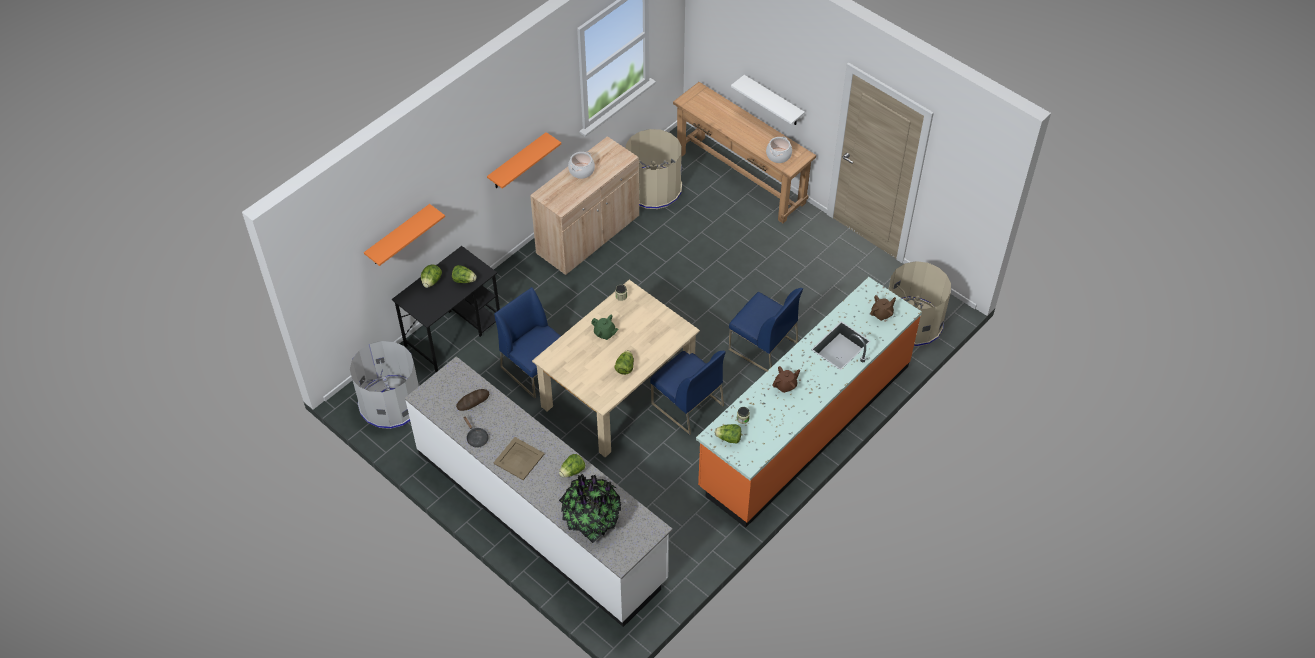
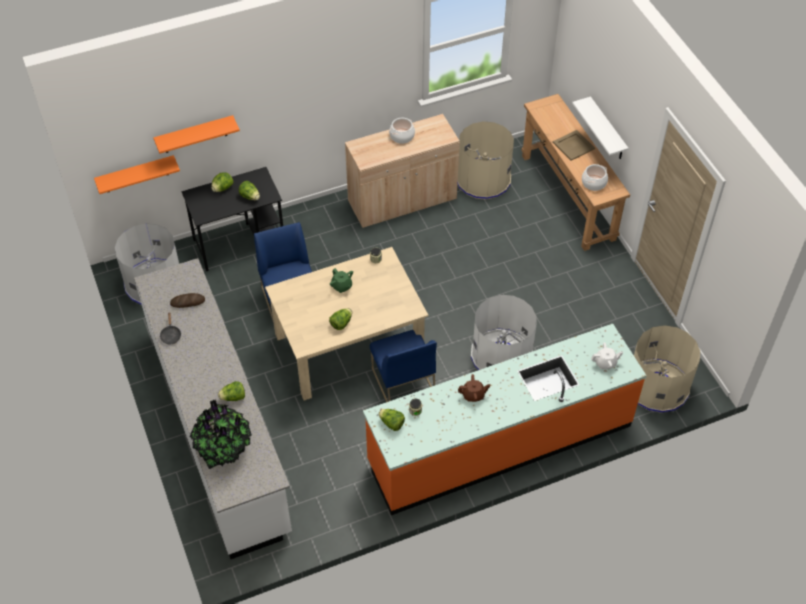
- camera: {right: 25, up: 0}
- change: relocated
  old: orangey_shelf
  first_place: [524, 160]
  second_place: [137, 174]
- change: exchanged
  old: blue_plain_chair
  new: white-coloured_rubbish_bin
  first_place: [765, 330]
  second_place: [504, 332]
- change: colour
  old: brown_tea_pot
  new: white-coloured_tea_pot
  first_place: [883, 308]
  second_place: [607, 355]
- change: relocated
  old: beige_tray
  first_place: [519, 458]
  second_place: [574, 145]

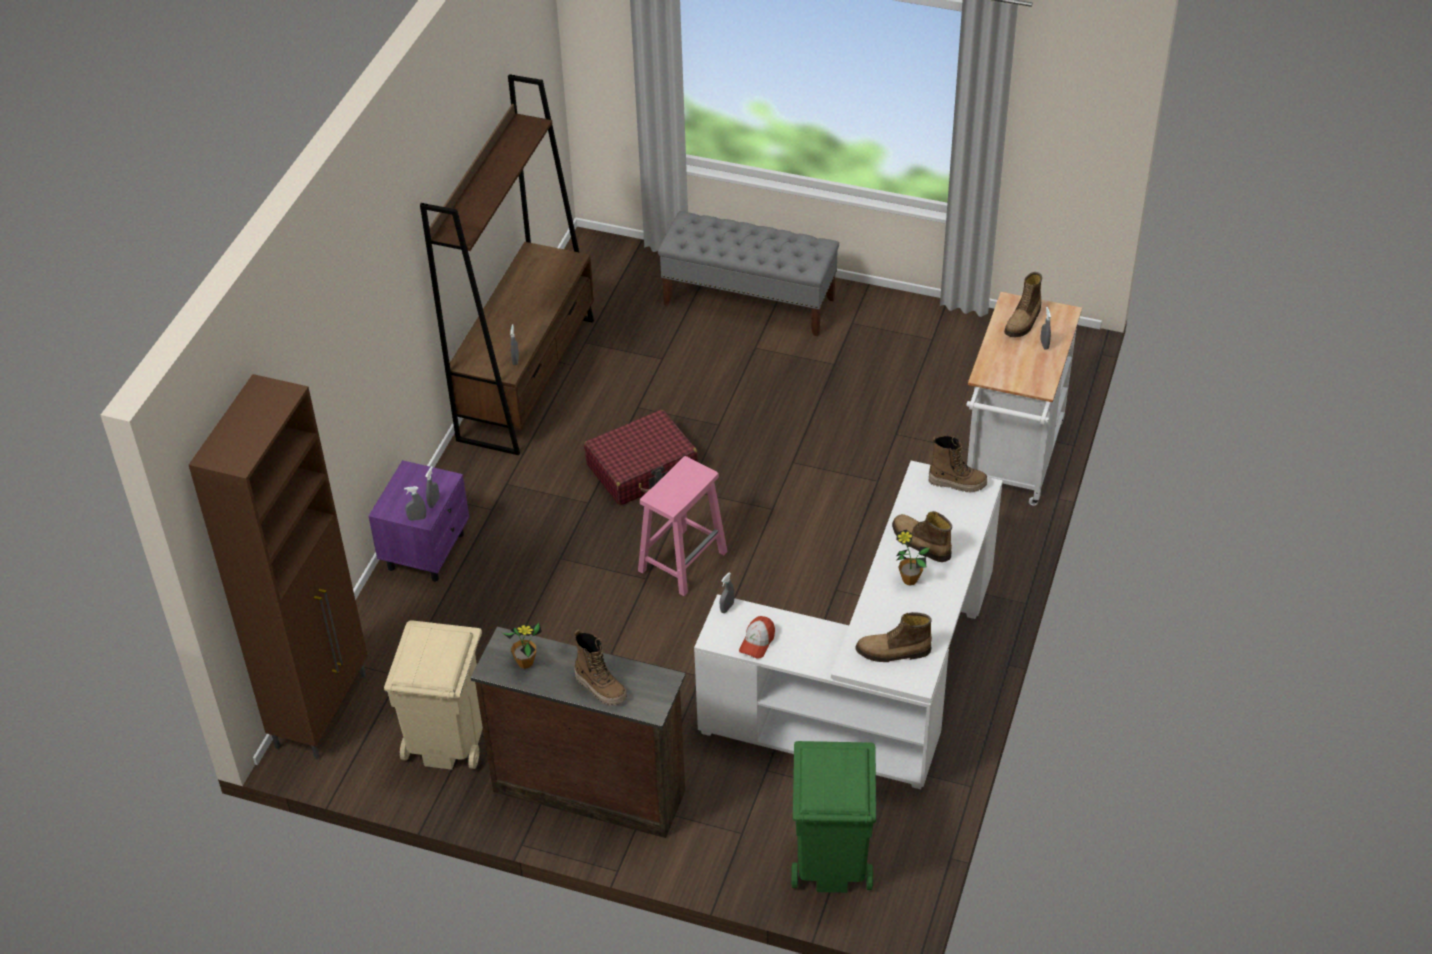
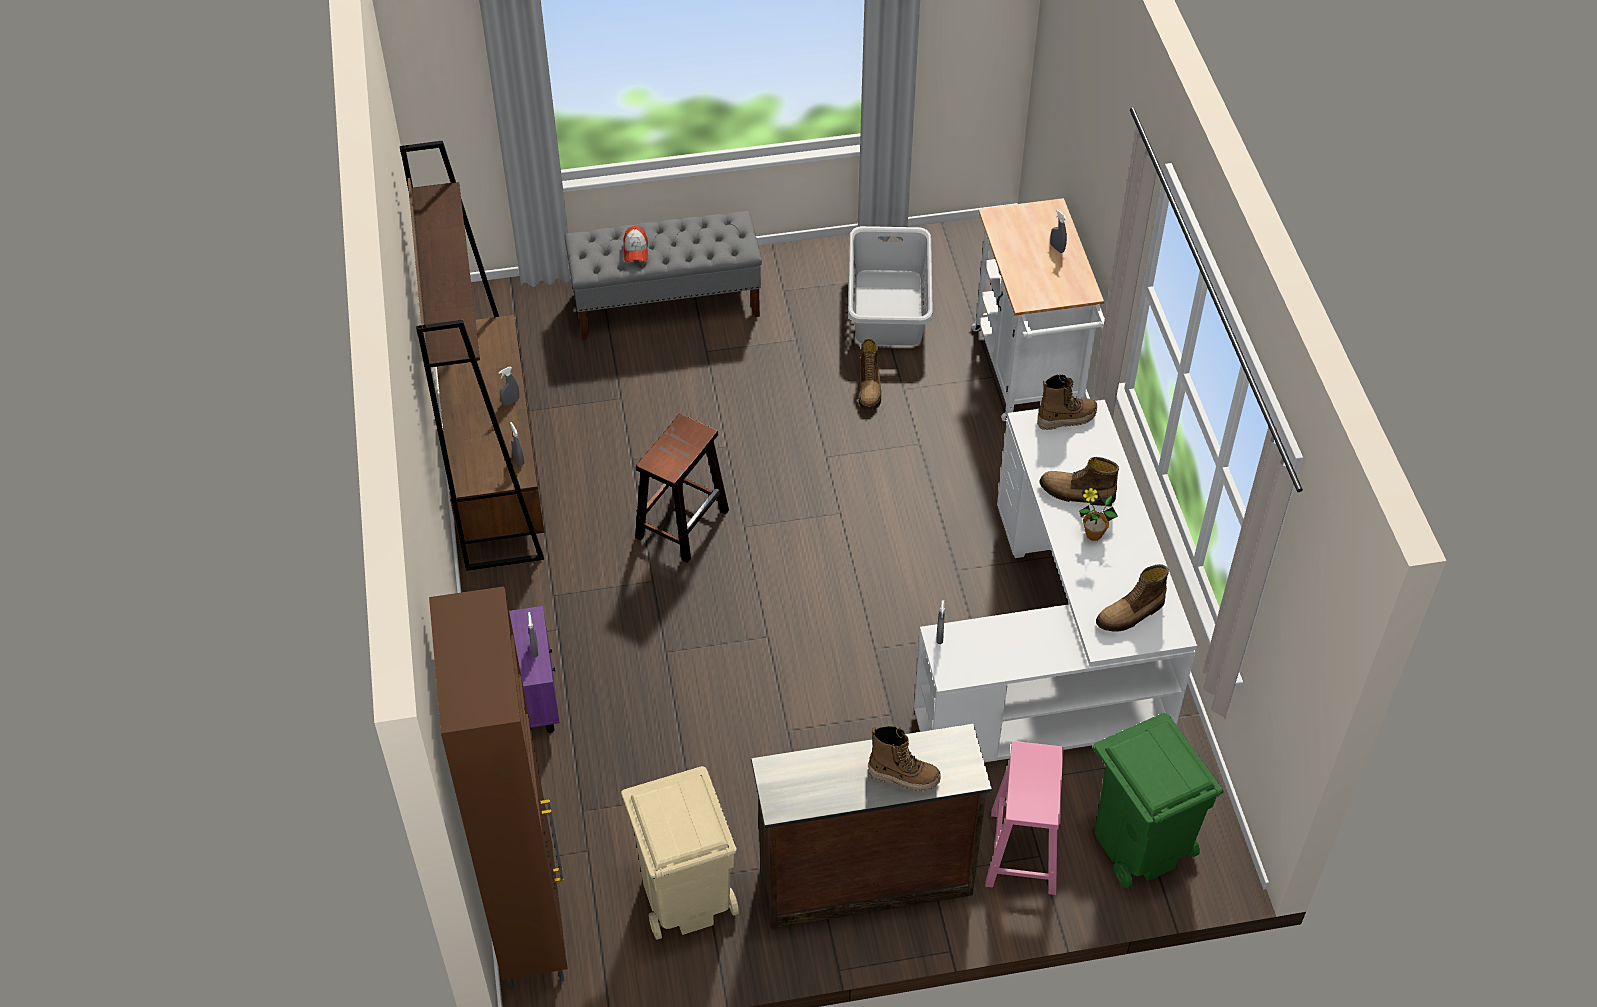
- camera: {right: -30, up: 5}
- change: relocated
  old: tall_boot
  first_place: [1023, 304]
  second_place: [870, 374]
- change: exchanged
  old: red_travel_case
  new: brown_sitting_stool
  first_place: [641, 457]
  second_place: [682, 488]
- change: relocated
  old: pinkish_sitting_stool
  first_place: [683, 526]
  second_place: [1024, 818]
- change: relocated
  old: greyish_hand_sprayer
  first_place: [415, 503]
  second_place: [508, 386]
- change: relocated
  old: peaked_cap
  first_place: [757, 637]
  second_place: [635, 244]
- change: missing
  old: plant_in_a_pot
  first_place: [522, 646]
- change: appeared
  new: greyish_washing_basket
  second_place: [890, 285]

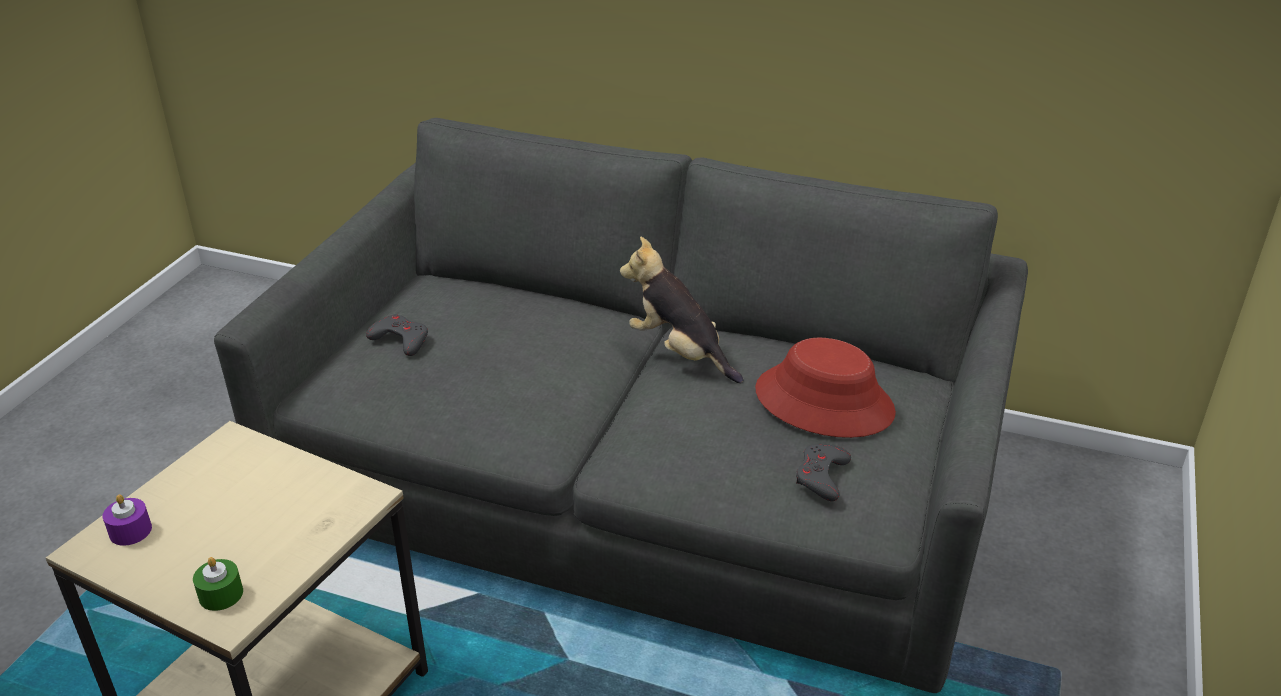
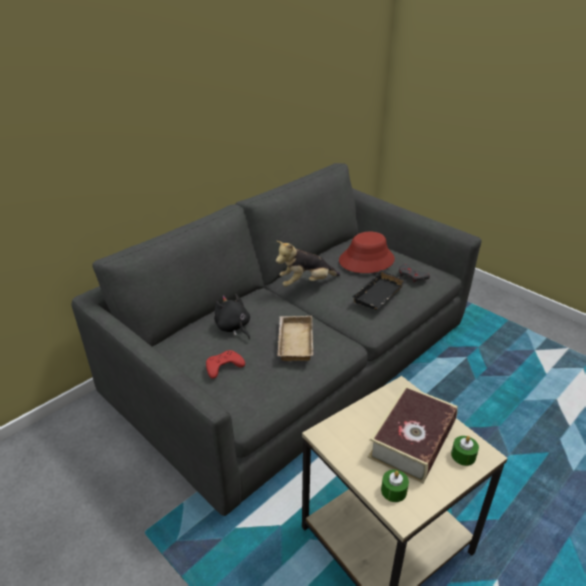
- camera: {right: -65, up: 0}
- change: colour
  old: greyish_joypad
  new: red_joypad
  first_place: [397, 335]
  second_place: [225, 364]
- change: colour
  old: purplish_wax_light
  new: green-coloured_wax_light
  first_place: [127, 520]
  second_place: [395, 486]
- change: appeared
  new: black-coloured_tray
  second_place: [379, 290]
- change: appeared
  new: black-coloured_plush_toy
  second_place: [232, 316]
- change: appeared
  new: beige_tray
  second_place: [295, 338]
- change: appeared
  new: book
  second_place: [413, 434]

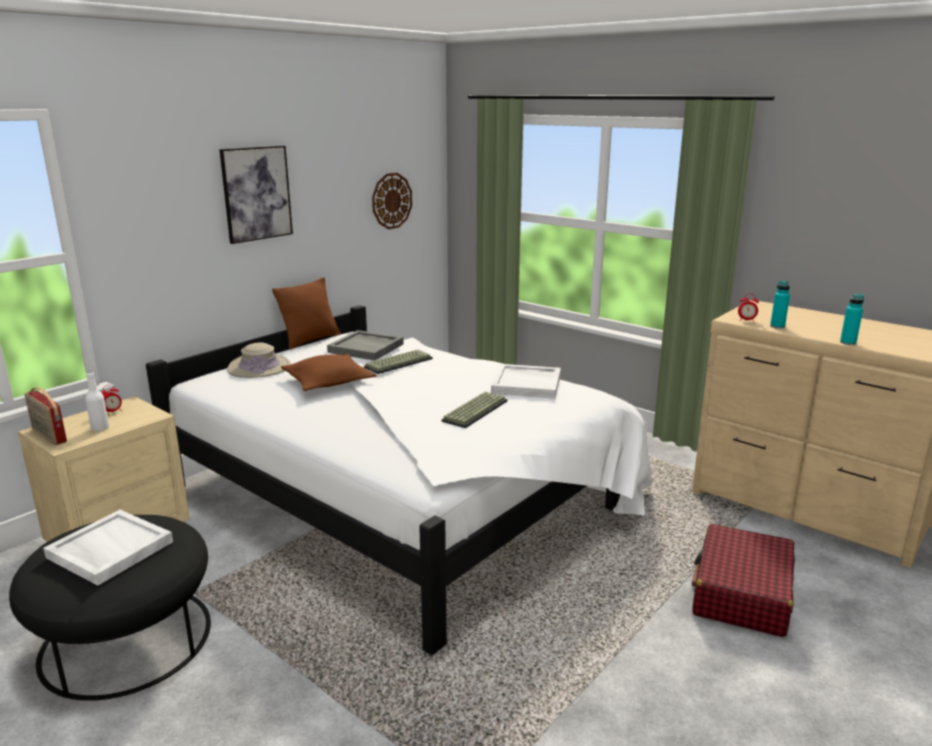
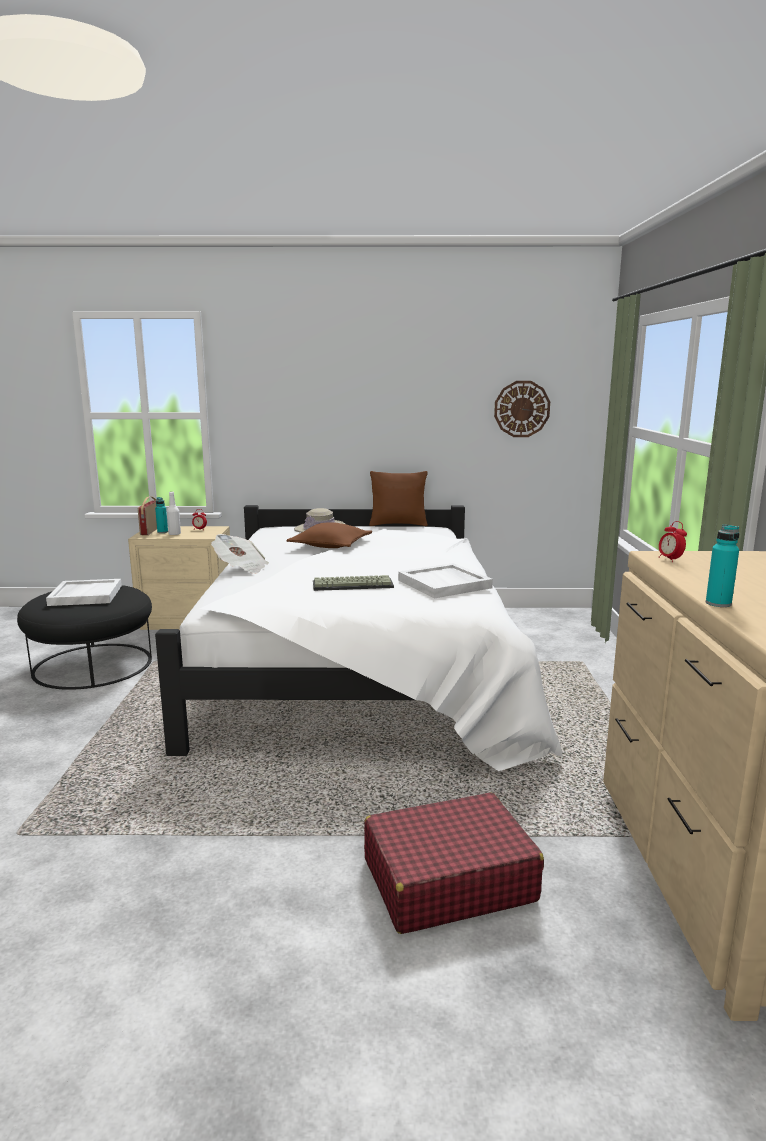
- camera: {right: 50, up: -5}
- change: missing
  old: wall_art
  first_place: [256, 195]
- change: relocated
  old: blue-green_drink_bottle
  first_place: [780, 305]
  second_place: [161, 515]
- change: missing
  old: greyish_tray
  first_place: [365, 345]
- change: missing
  old: PC_keyboard
  first_place: [398, 362]
- change: appeared
  new: printed_paper
  second_place: [240, 554]

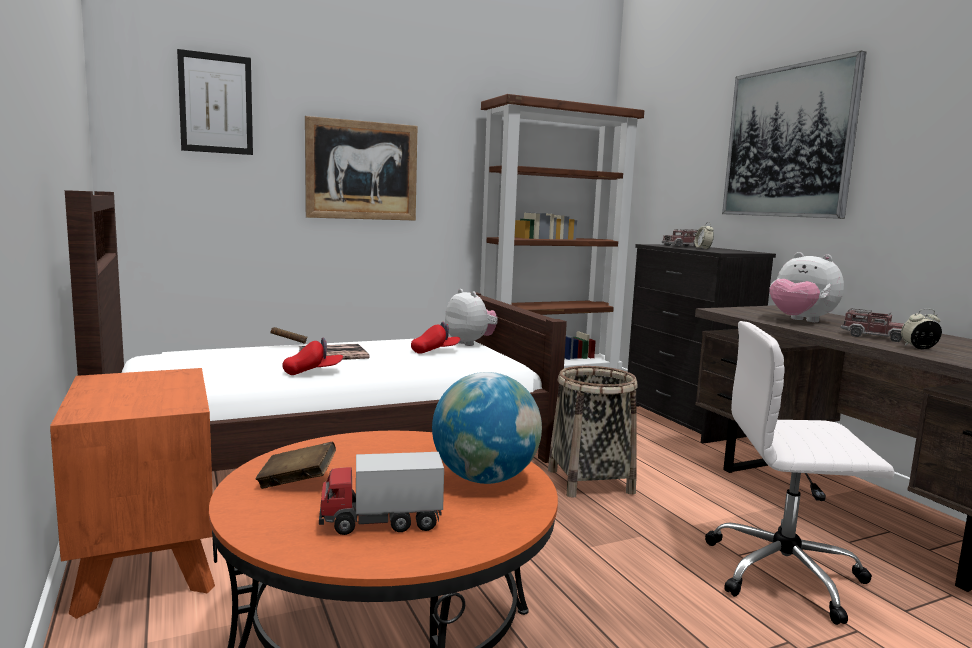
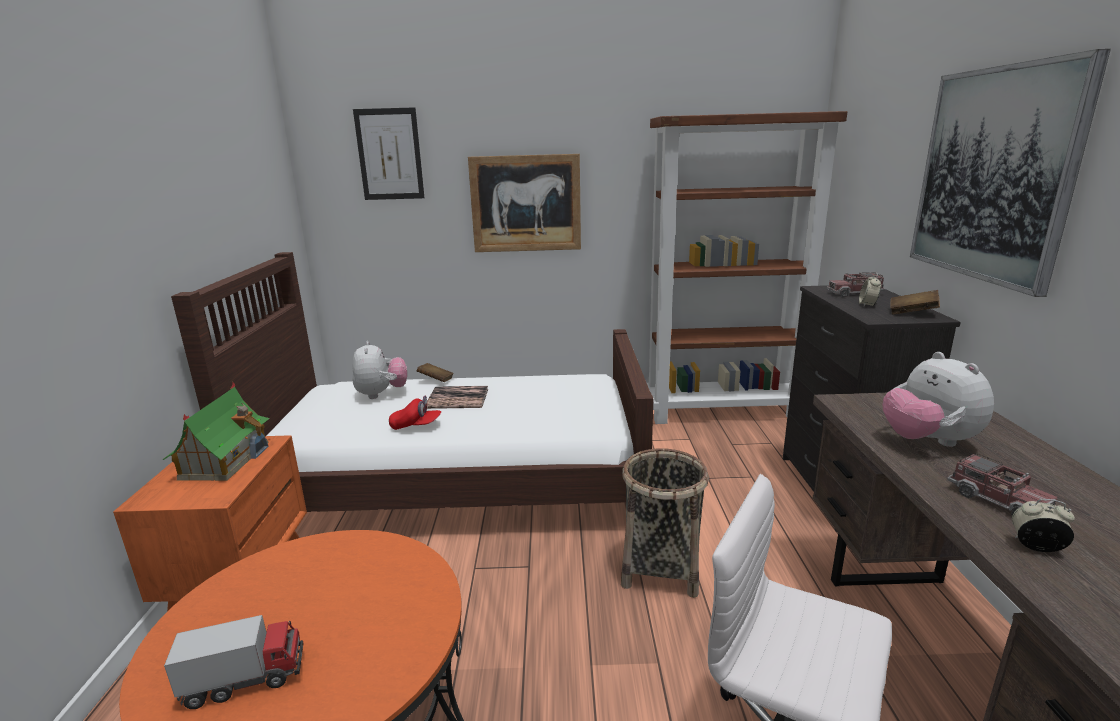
- camera: {right: 25, up: 10}
- change: relocated
  old: plush_toy
  first_place: [471, 317]
  second_place: [380, 370]
- change: missing
  old: red_peaked_cap
  first_place: [436, 338]
- change: missing
  old: desk_globe
  first_place: [487, 428]
- change: relocated
  old: brown_book
  first_place: [295, 465]
  second_place: [915, 302]
- change: spun
  old: model_truck
  first_place: [381, 493]
  second_place: [233, 662]
  degrees: 150
- change: appeared
  new: toy_house
  second_place: [216, 432]

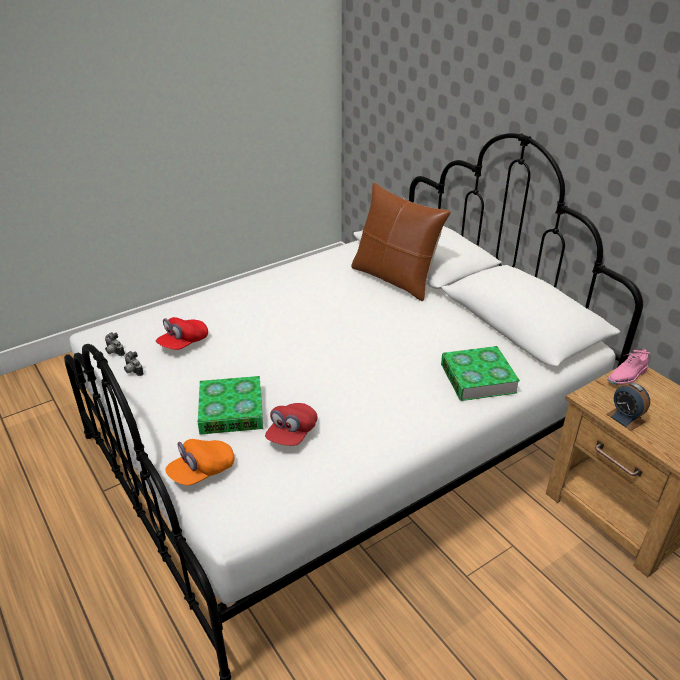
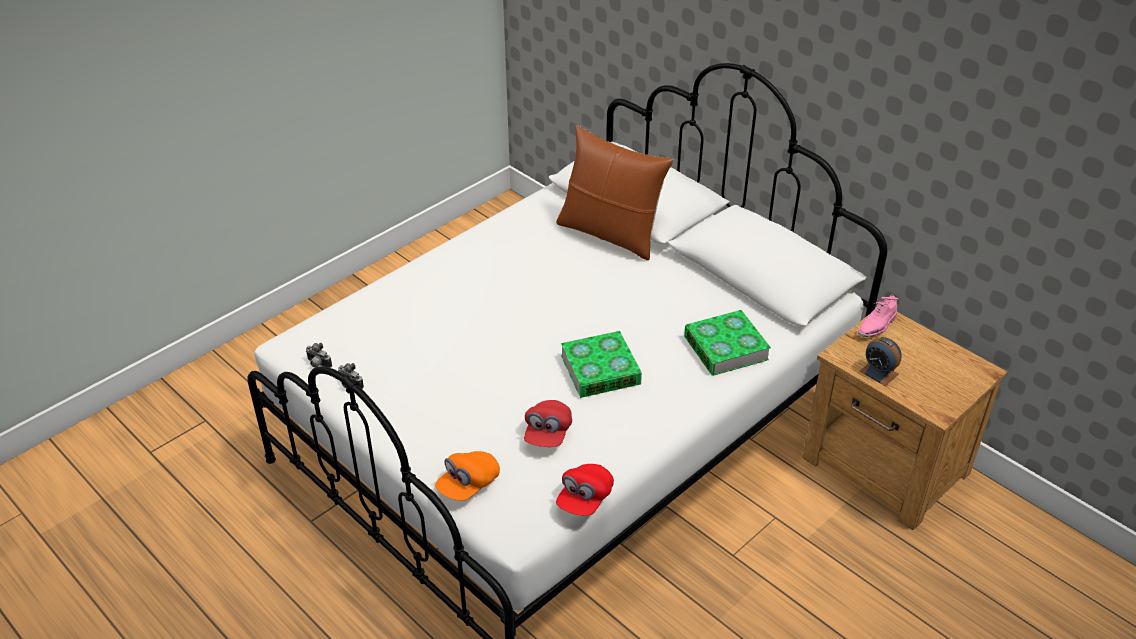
- camera: {right: -10, up: 5}
- change: relocated
  old: red_peaked_cap
  first_place: [182, 333]
  second_place: [585, 490]
- change: relocated
  old: book
  first_place: [230, 405]
  second_place: [601, 364]

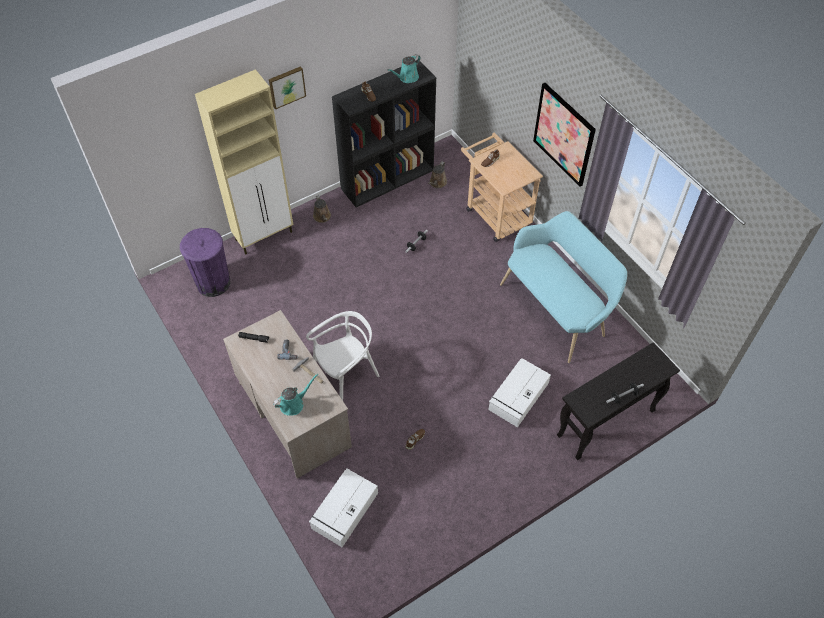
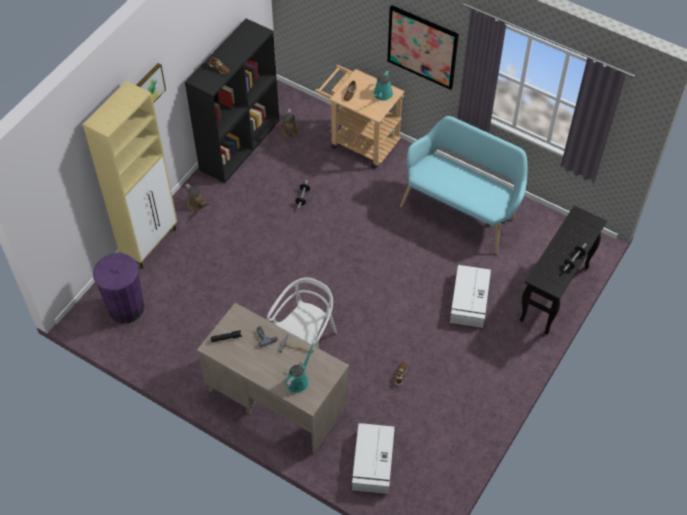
- camera: {right: -25, up: 0}
- change: relocated
  old: blue-green_sprinkling_can
  first_place: [404, 68]
  second_place: [383, 86]

